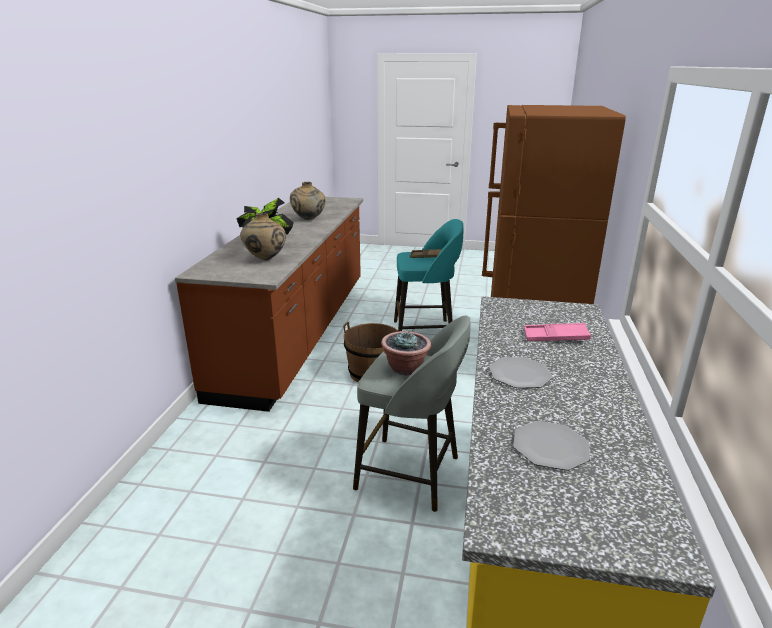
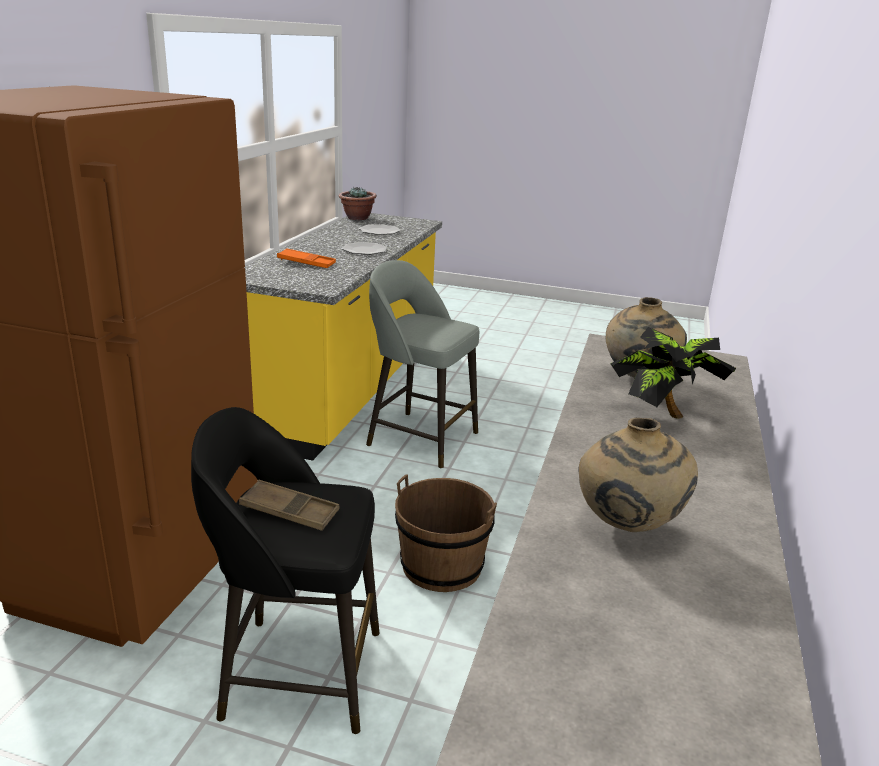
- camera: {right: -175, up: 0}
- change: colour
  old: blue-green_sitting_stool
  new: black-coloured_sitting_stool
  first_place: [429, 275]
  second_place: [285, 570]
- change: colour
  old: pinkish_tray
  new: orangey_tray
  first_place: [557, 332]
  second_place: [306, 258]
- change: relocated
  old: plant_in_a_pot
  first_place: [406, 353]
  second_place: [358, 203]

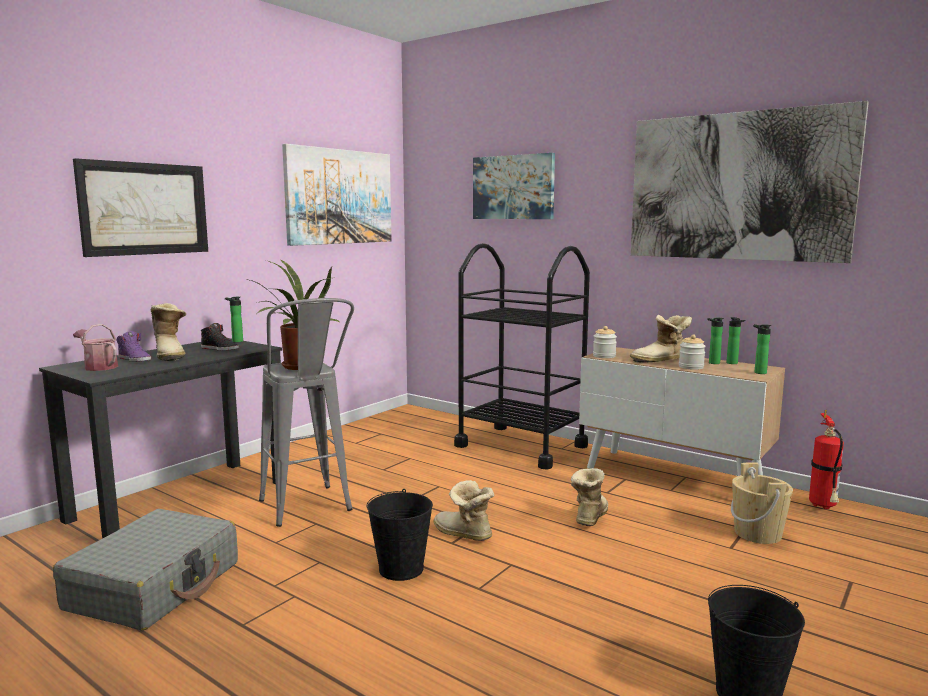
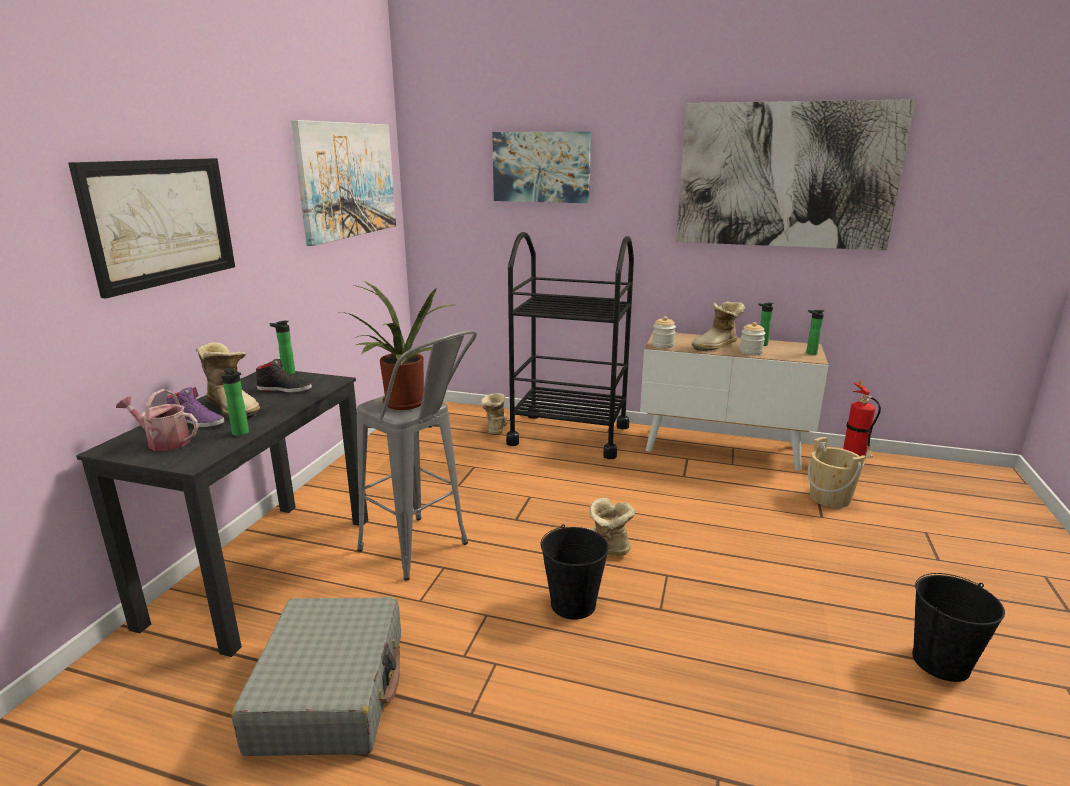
- camera: {right: -20, up: 10}
- change: relocated
  old: drink_bottle
  first_place: [735, 340]
  second_place: [235, 402]
- change: relocated
  old: tall_boot
  first_place: [589, 497]
  second_place: [494, 414]

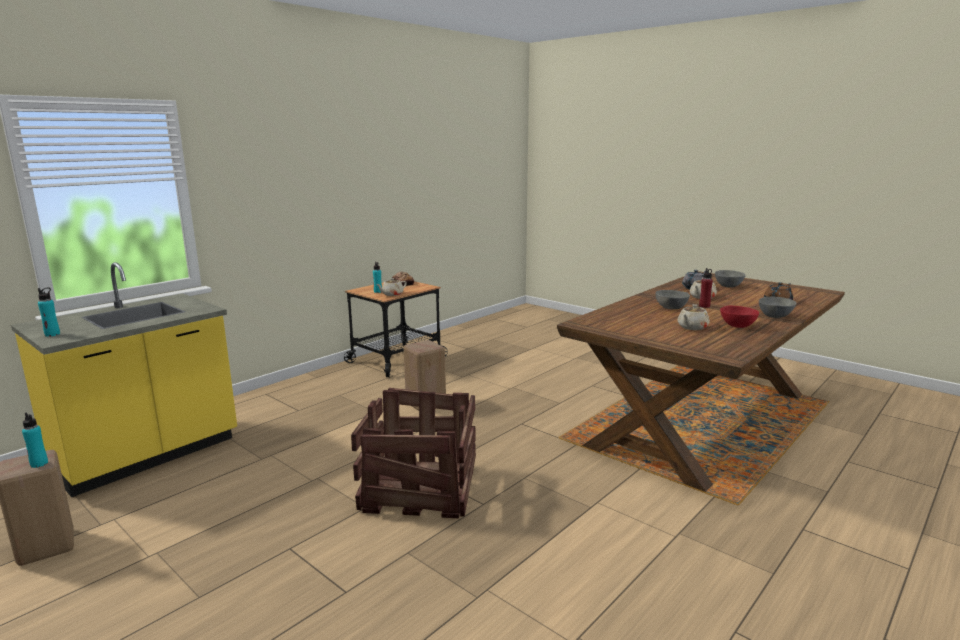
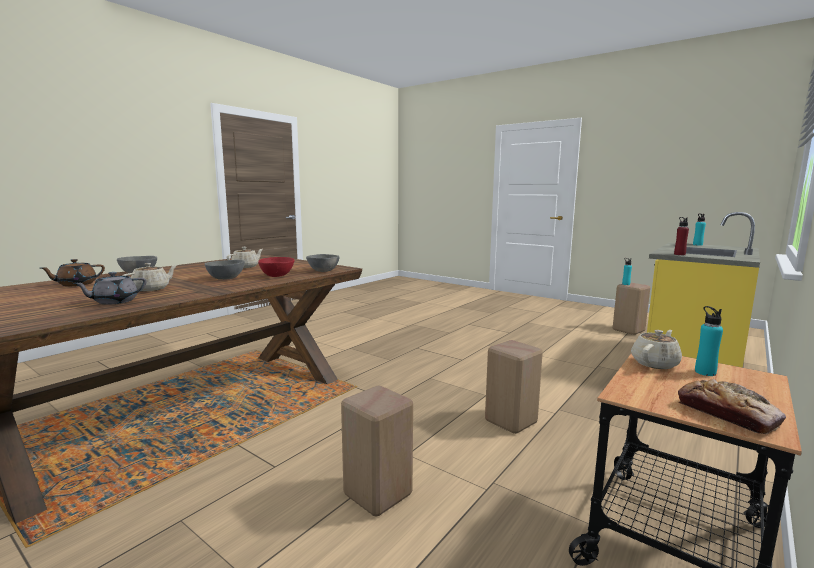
- camera: {right: 175, up: -5}
- change: relocated
  old: red_drink_bottle
  first_place: [706, 288]
  second_place: [681, 236]
- change: relocated
  old: greyish_deep_dish
  first_place: [730, 279]
  second_place: [322, 263]
- change: relocated
  old: red_deep_dish
  first_place: [739, 316]
  second_place: [276, 267]
- change: missing
  old: shipping_crate
  first_place: [413, 453]
- change: appeared
  new: beige_sitting_stool
  second_place: [377, 451]

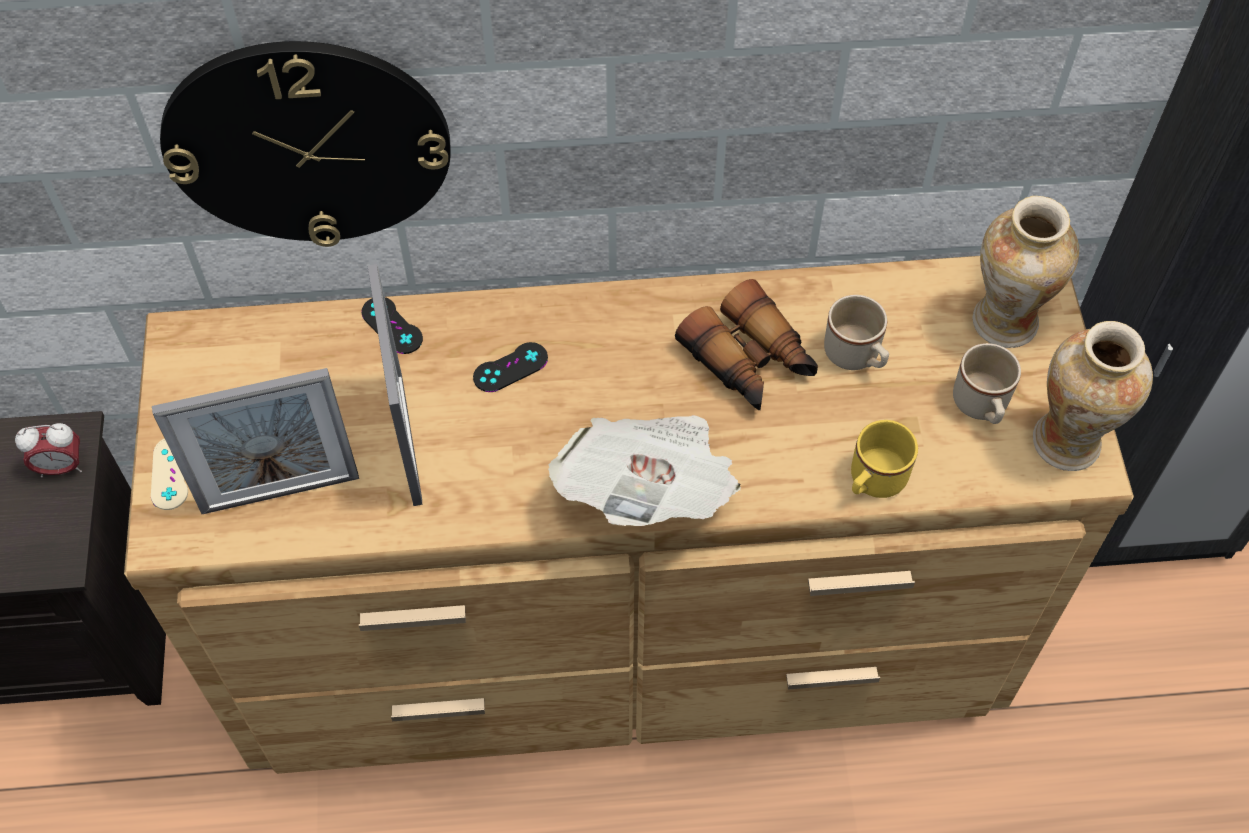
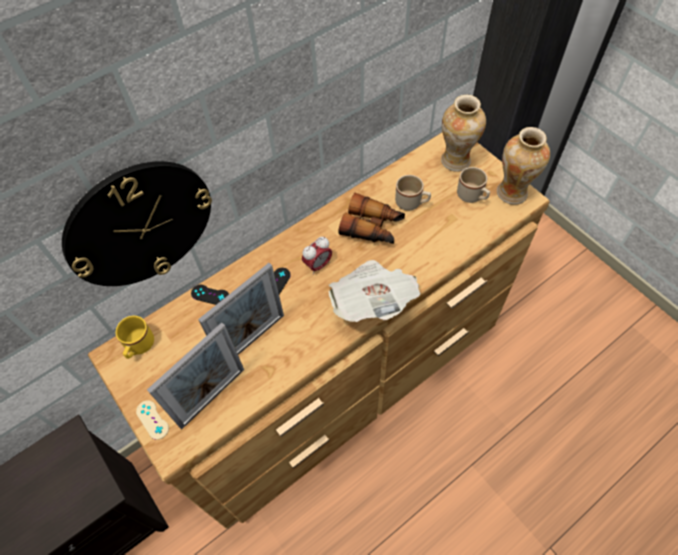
- camera: {right: -30, up: 0}
- change: spun
  old: standing_frame
  first_place: [395, 385]
  second_place: [241, 309]
  degrees: 90
- change: relocated
  old: yellowish_tea_mug
  first_place: [884, 459]
  second_place: [135, 337]
- change: relocated
  old: bedside_clock
  first_place: [48, 450]
  second_place: [317, 256]

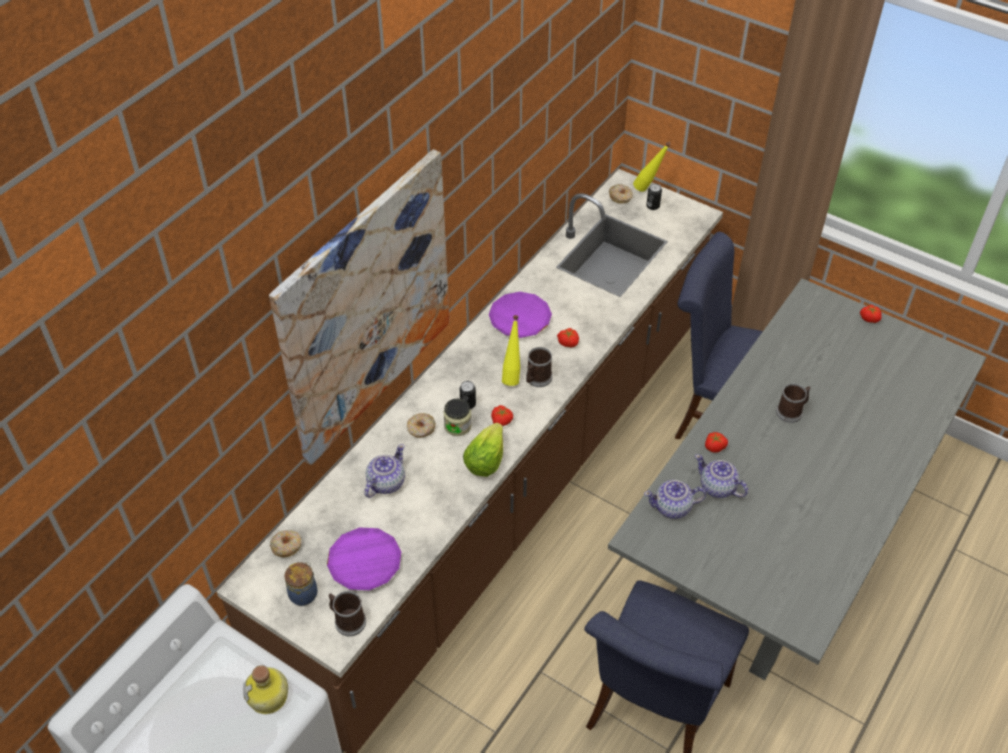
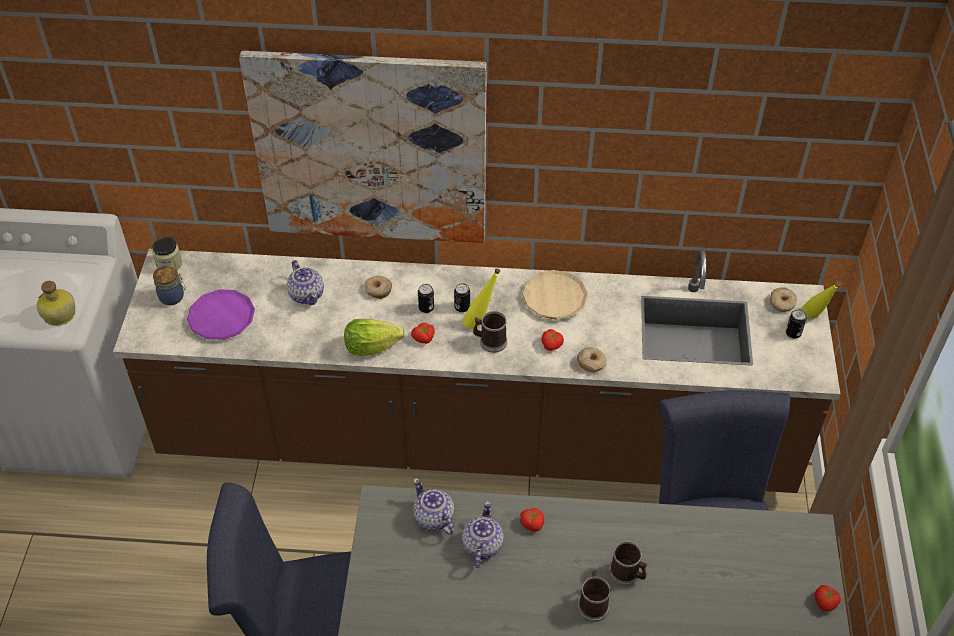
- camera: {right: 60, up: 0}
- change: colour
  old: purplish_flat_dish
  new: beige_flat_dish
  first_place: [520, 315]
  second_place: [555, 295]
- change: relocated
  old: storage_jar
  first_place: [457, 417]
  second_place: [167, 253]
- change: spun
  old: tea_pot
  first_place: [384, 471]
  second_place: [305, 282]
  degrees: 60
- change: relocated
  old: ring_doughnut
  first_place: [286, 544]
  second_place: [592, 359]
- change: relocated
  old: tea_mug
  first_place: [347, 613]
  second_place: [594, 596]
- change: appeared
  new: can
  second_place: [462, 297]

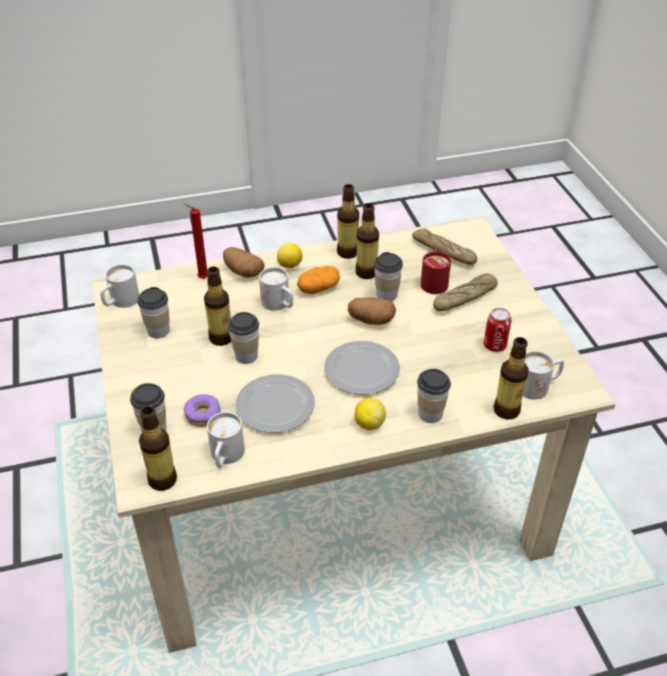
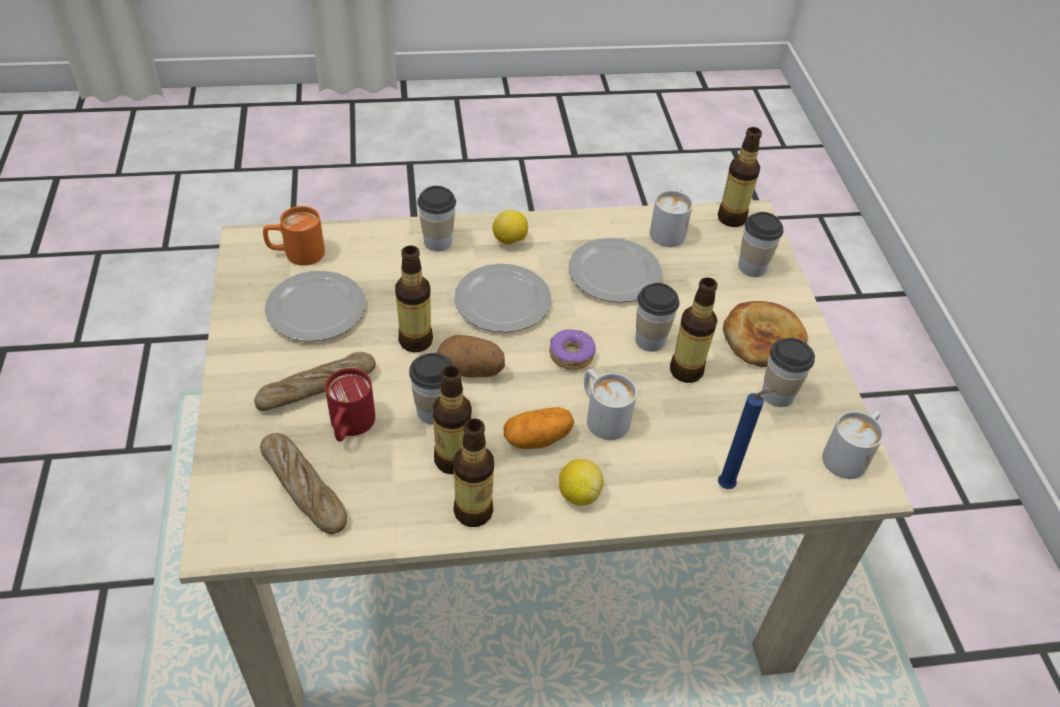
- camera: {right: -175, up: 5}
- change: colour
  old: red_wax_light
  new: blue_wax_light
  first_place: [195, 241]
  second_place: [747, 439]
- change: missing
  old: whole_potato
  first_place: [244, 262]
- change: exchanged
  old: can
  new: flat_dish
  first_place: [498, 330]
  second_place: [315, 306]
- change: relocated
  old: drink_bottle
  first_place: [511, 378]
  second_place: [414, 299]
- change: colour
  old: white-coloured_tea_mug
  new: orangey_tea_mug
  first_place: [543, 375]
  second_place: [294, 236]
- change: relocated
  old: ring_doughnut
  first_place: [202, 410]
  second_place: [572, 349]
- change: appeared
  new: bakery_bread
  second_place: [765, 334]

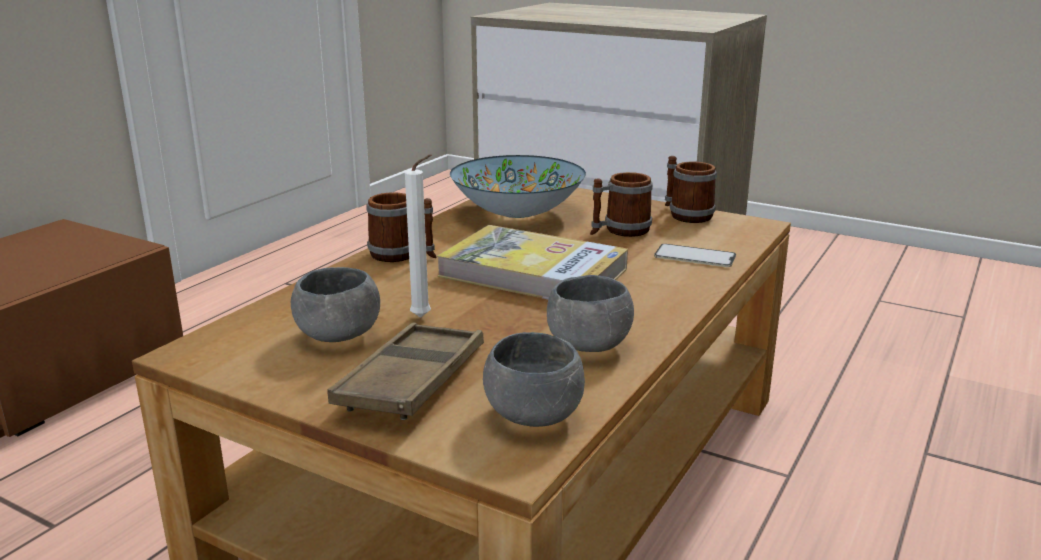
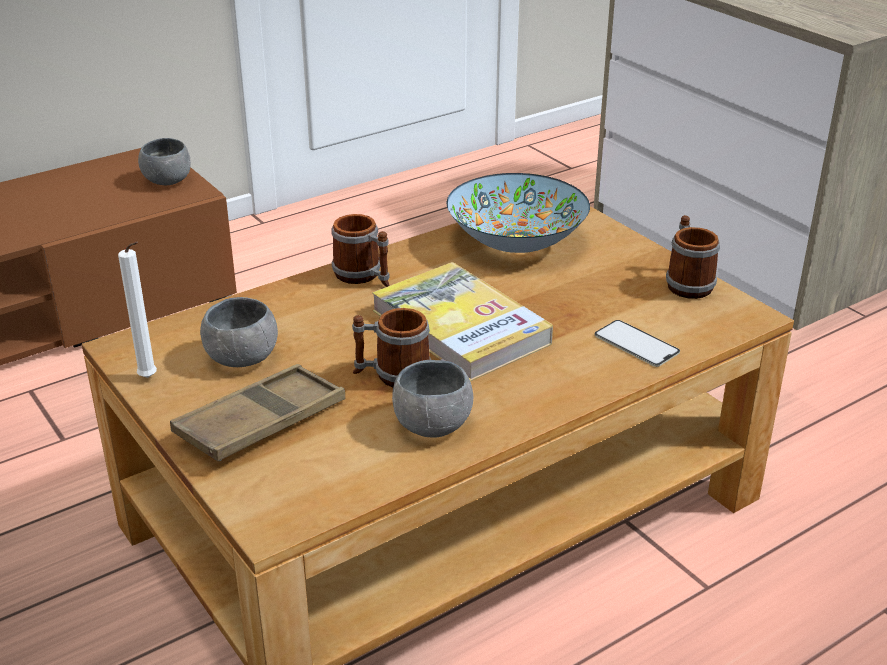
- camera: {right: 25, up: 10}
- change: relocated
  old: white-coloured_wax_light
  first_place: [418, 236]
  second_place: [137, 309]
- change: relocated
  old: tea_mug
  first_place: [621, 204]
  second_place: [391, 347]
- change: relocated
  old: greyish_deep_dish
  first_place: [534, 379]
  second_place: [164, 161]

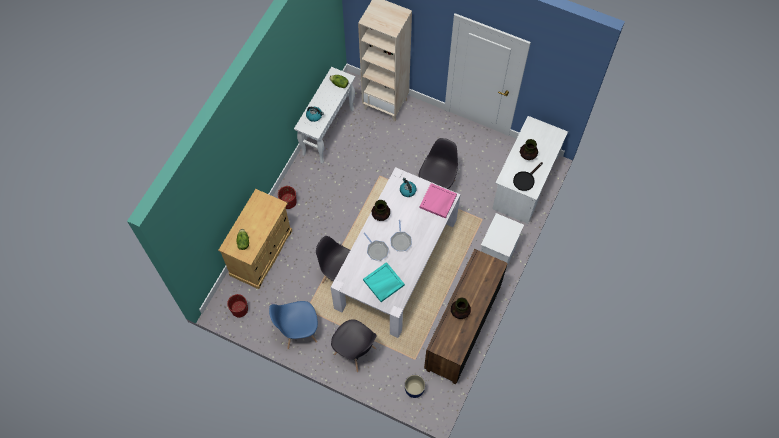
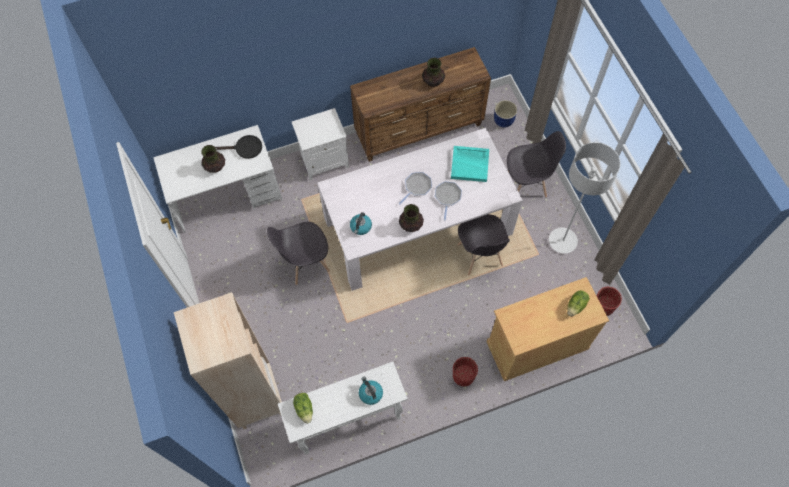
- camera: {right: -135, up: 0}
- change: missing
  old: pinkish_tray
  first_place: [438, 201]
- change: exchanged
  old: blue_plain_chair
  new: greyish_floor_lamp
  first_place: [293, 325]
  second_place: [585, 198]
- change: spun
  old: greyish_plain_chair
  first_place: [354, 345]
  second_place: [536, 164]
  degrees: 90

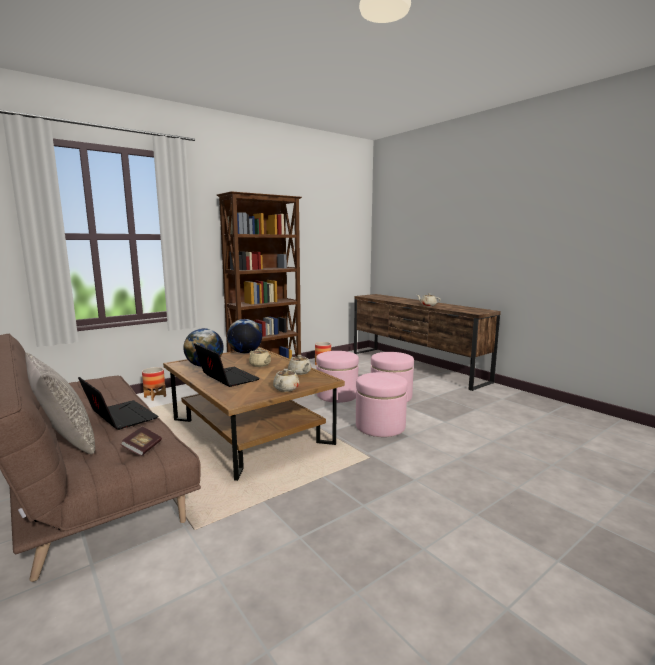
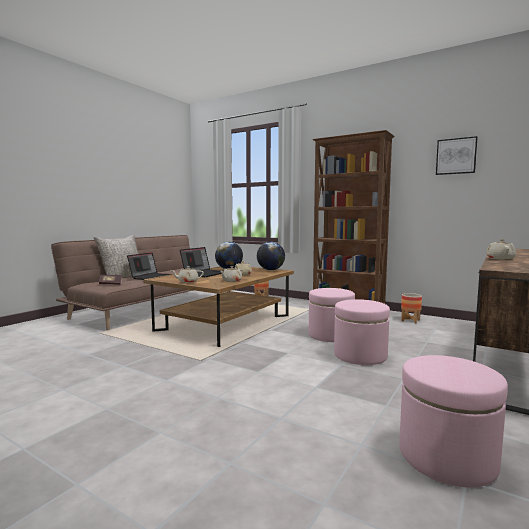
- camera: {right: 70, up: -5}
- change: relocated
  old: pinkish_ottoman
  first_place: [382, 404]
  second_place: [453, 421]
- change: appeared
  new: wall_art
  second_place: [456, 155]

